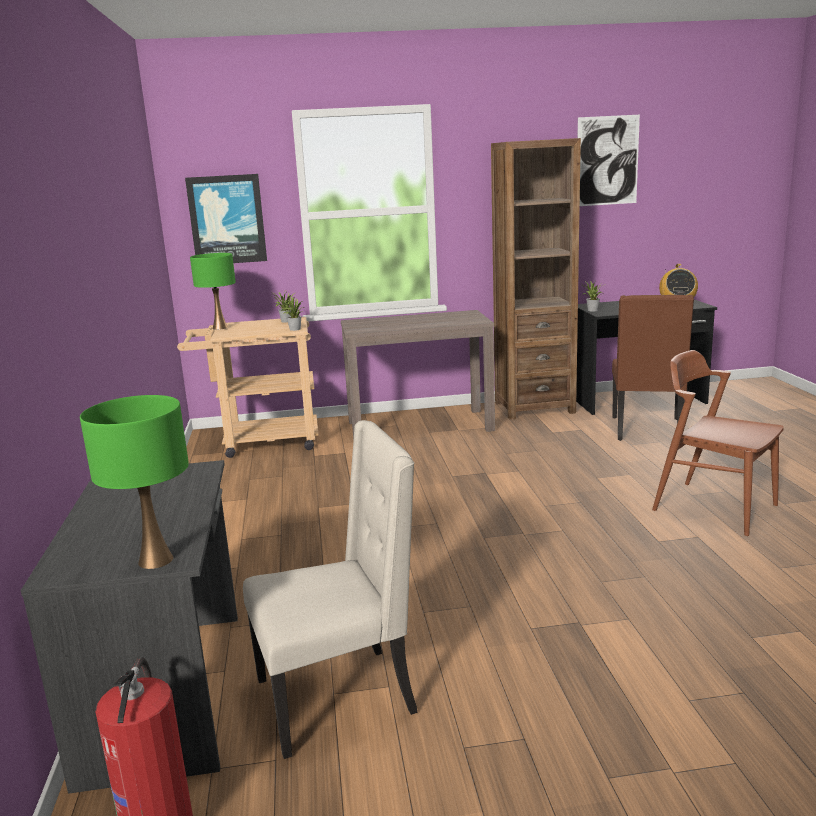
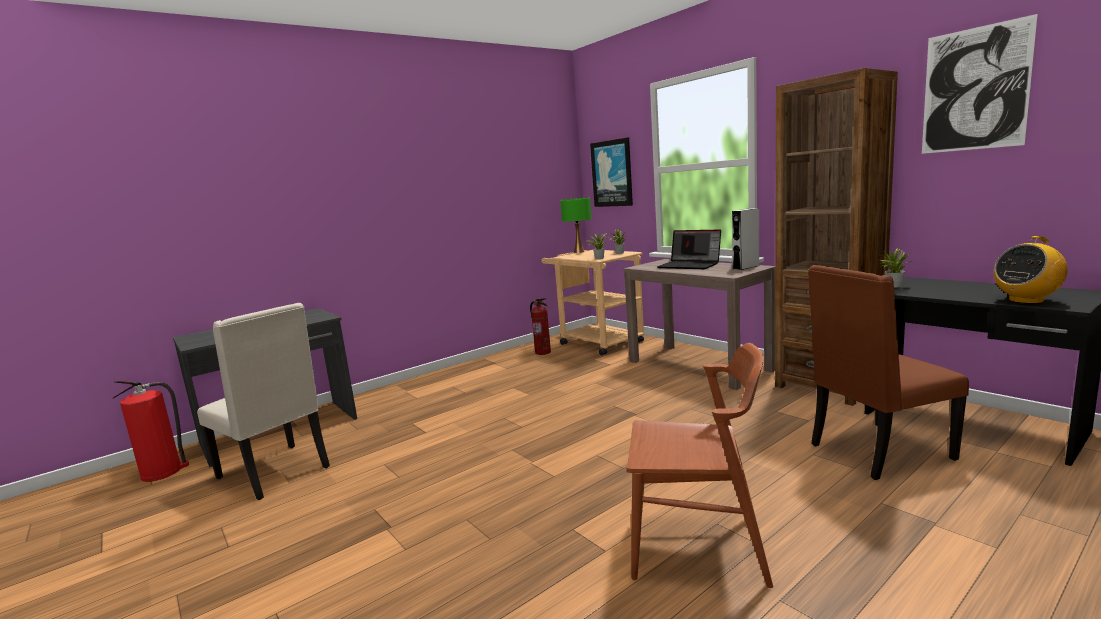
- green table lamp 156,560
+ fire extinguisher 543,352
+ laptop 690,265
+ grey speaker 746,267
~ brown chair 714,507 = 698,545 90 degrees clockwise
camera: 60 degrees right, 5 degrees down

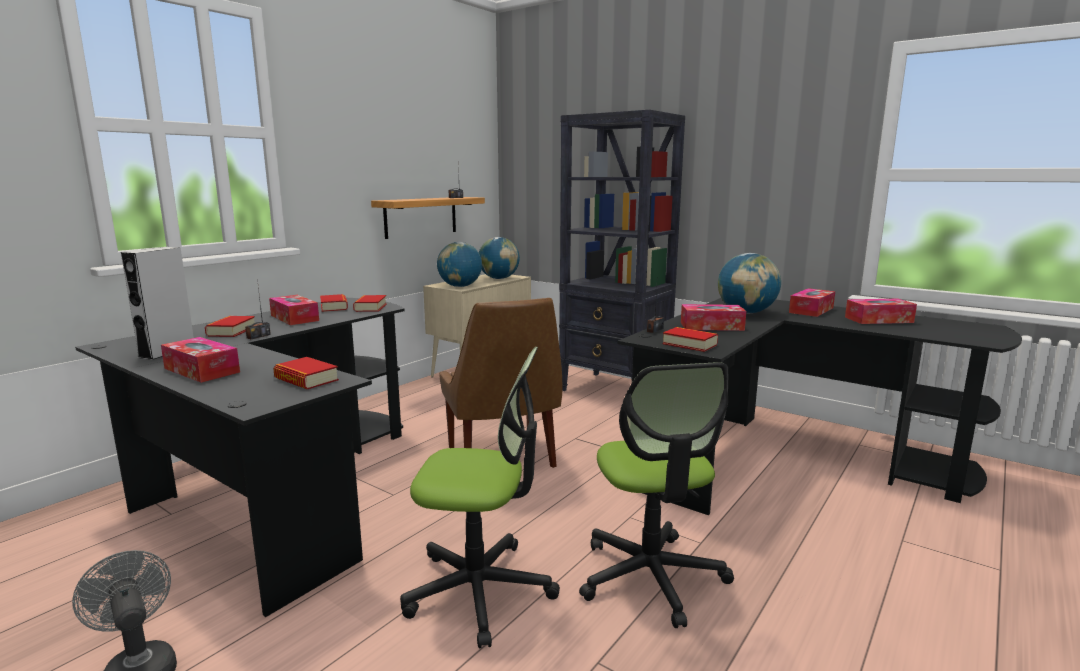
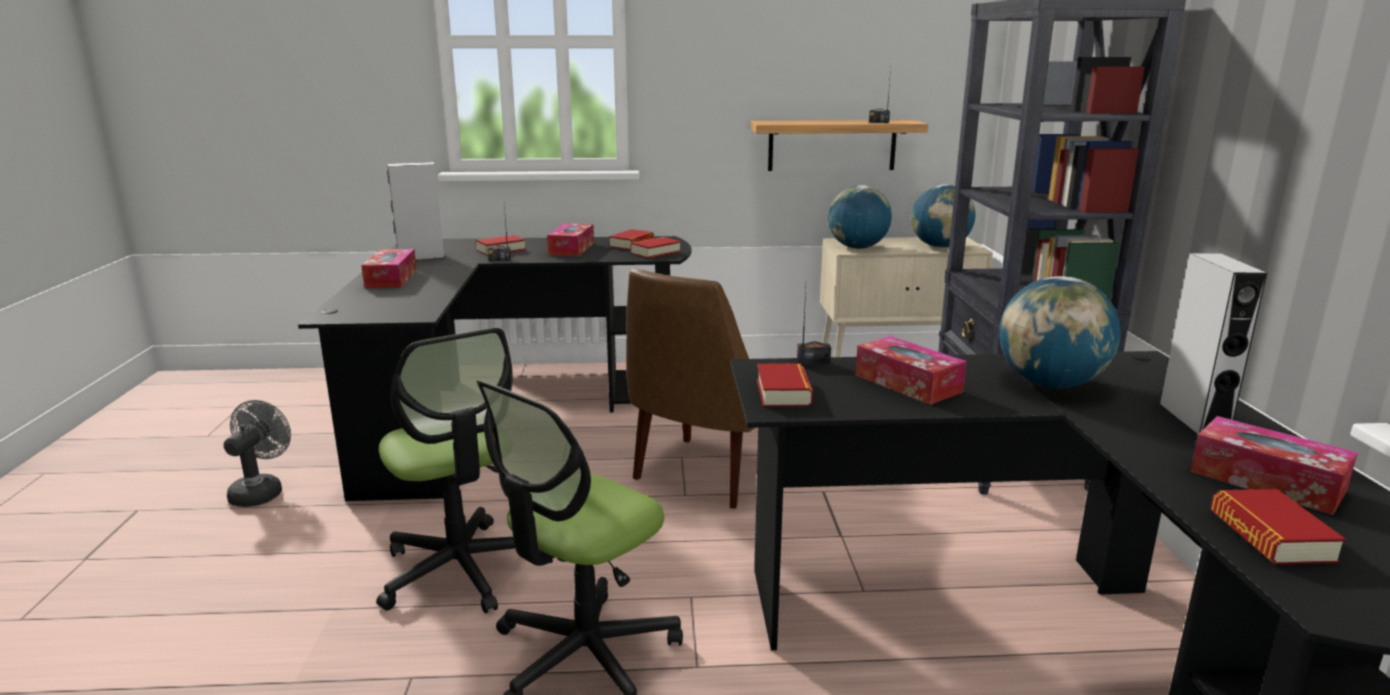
~ book 306,379 to 1270,536
~ tissue box 811,310 to grey speaker 1193,420
camera: 50 degrees right, 5 degrees up

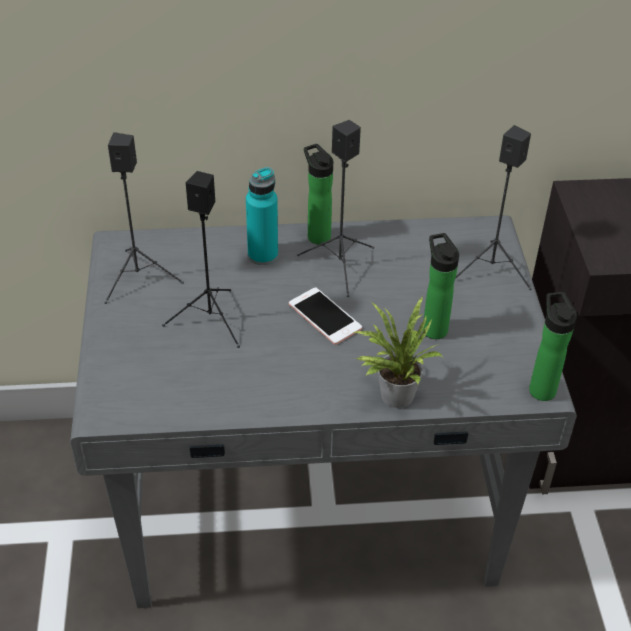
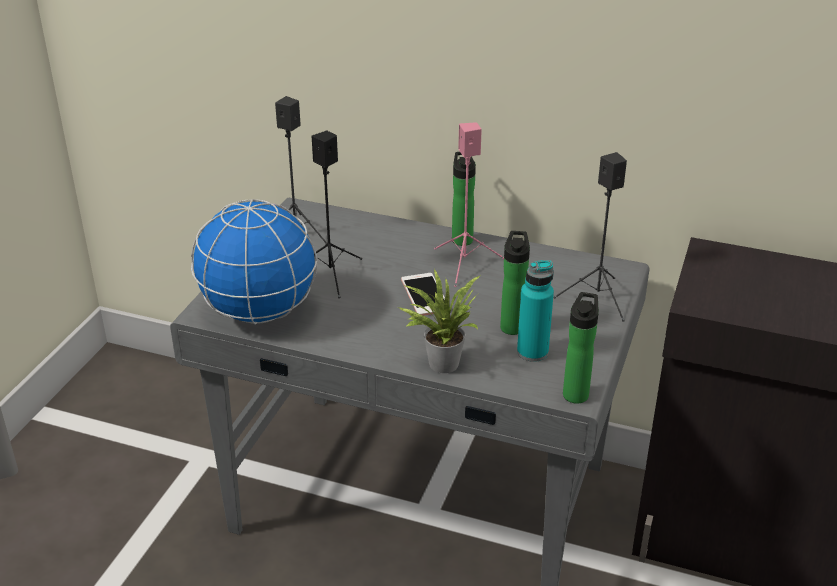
+ globe 260,312
~ turquoise bottle 263,255 to 532,352
~ black speaker 340,266 to pink speaker 464,264
camera: 25 degrees right, 10 degrees down

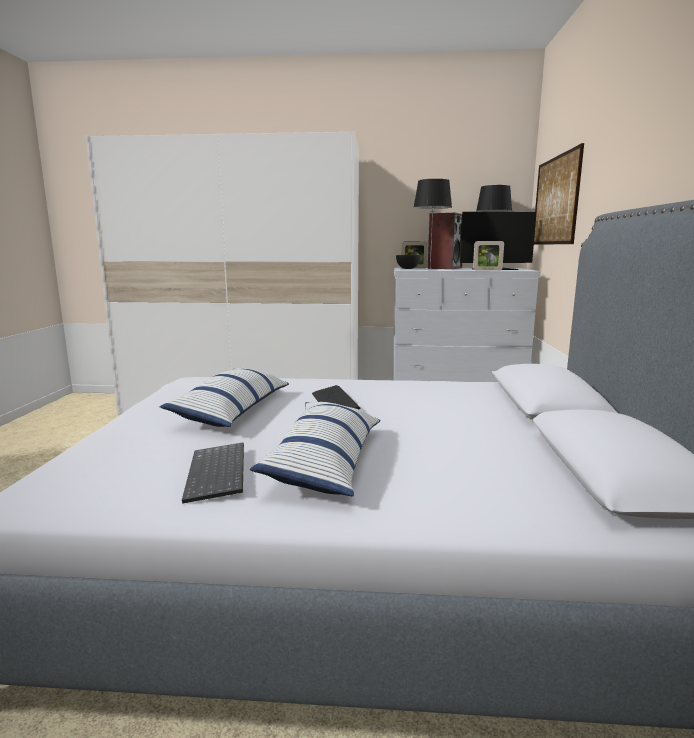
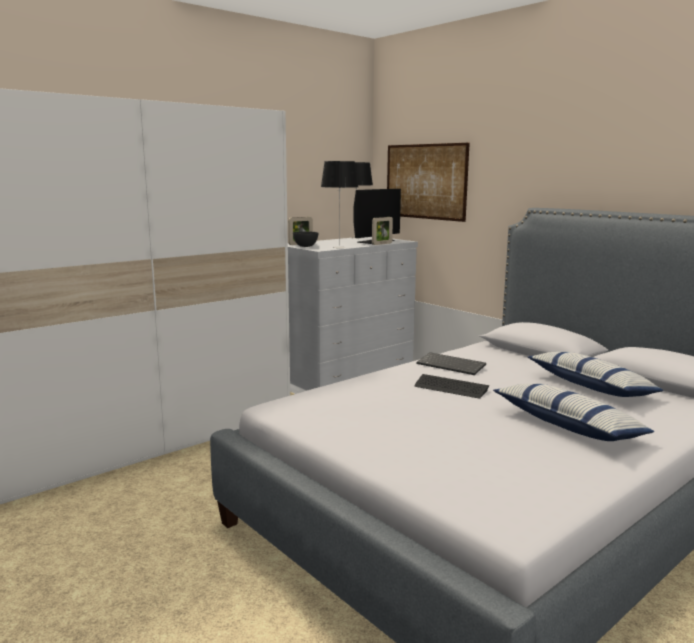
- speaker 444,268
~ pillow 232,410 to 590,386
~ keyboard 219,474 to 452,365
camera: 45 degrees left, 0 degrees up

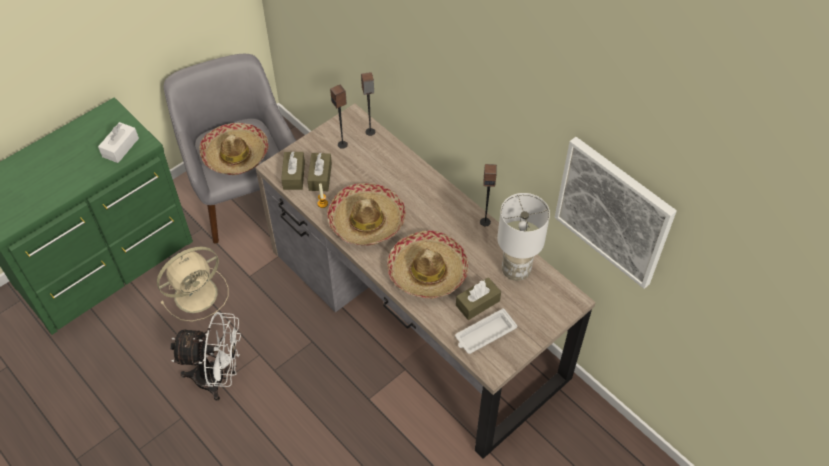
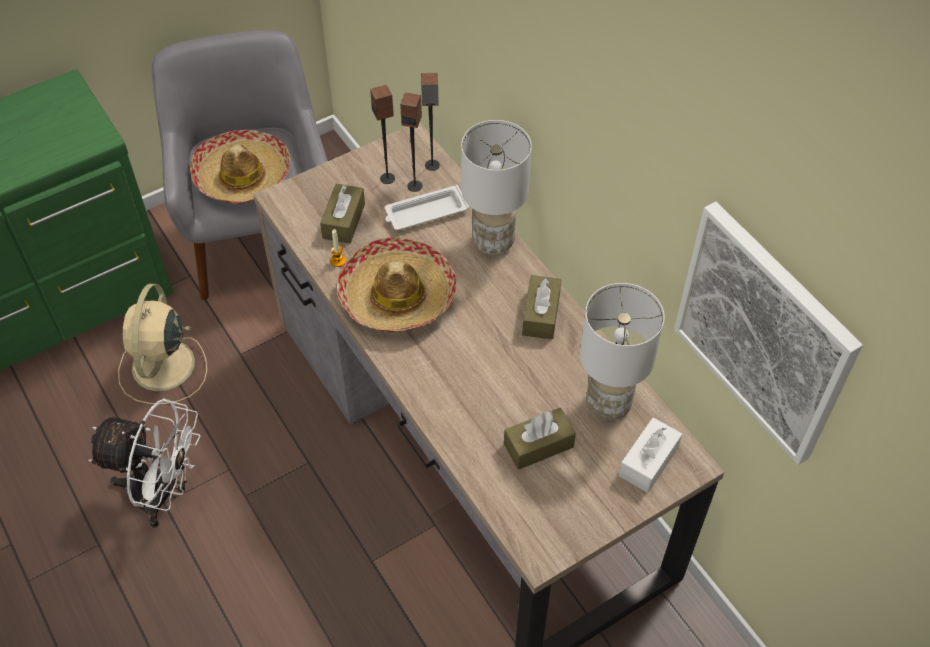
- hat 427,271
+ white table lamp 492,242
~ white tissue box 120,147 to 648,461
~ brown tissue box 294,175 to 541,314
~ white tray 484,334 to 425,213
~ speaker 485,222 to 415,186
~ beige fan 197,293 = 162,368 120 degrees clockwise
camera: 10 degrees right, 0 degrees up

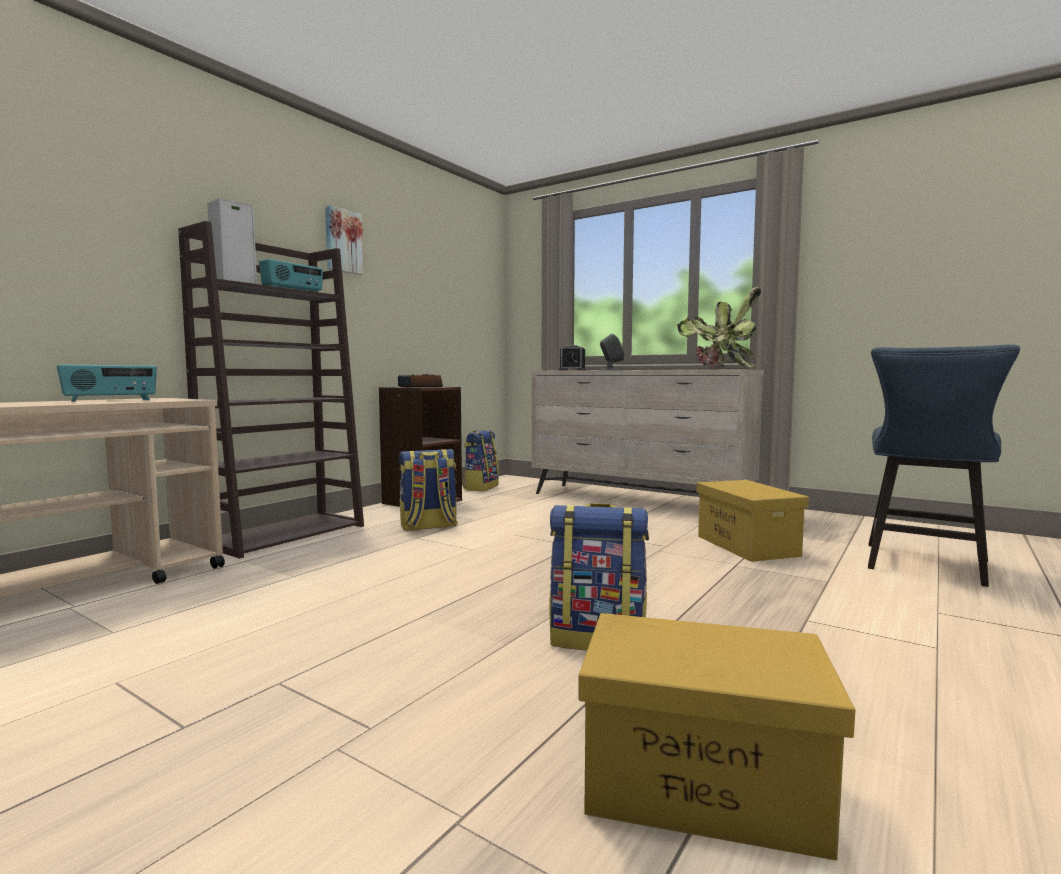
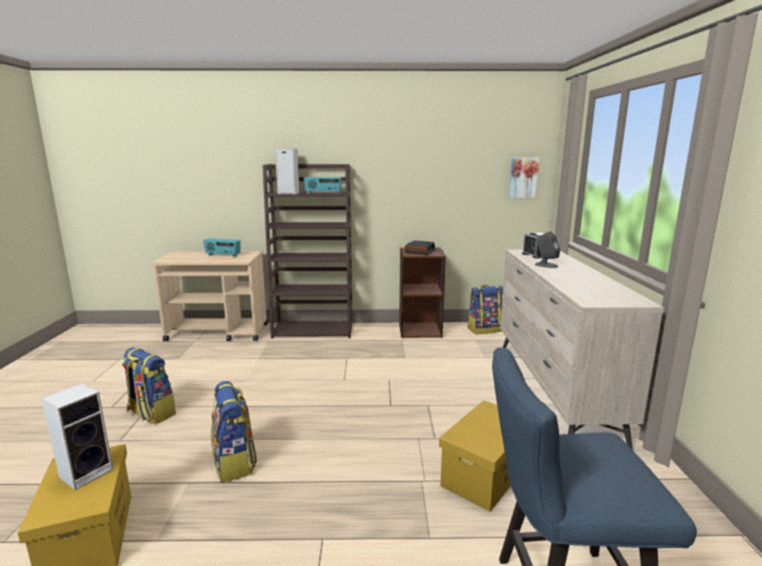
- potted plant 720,369
+ speaker 87,472
~ picture 343,241 to 523,177
~ backpack 428,526 to 150,413
camera: 55 degrees right, 10 degrees up

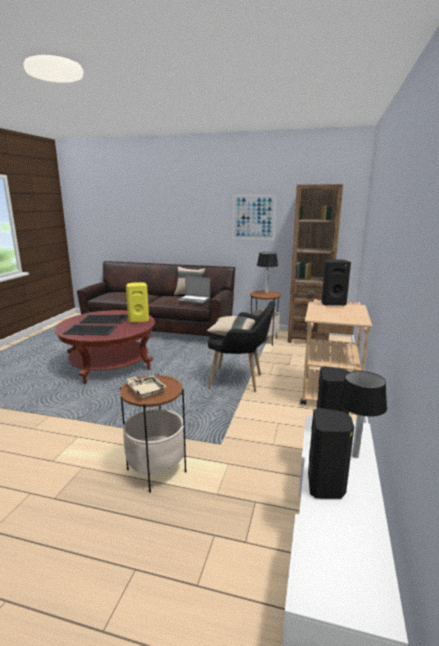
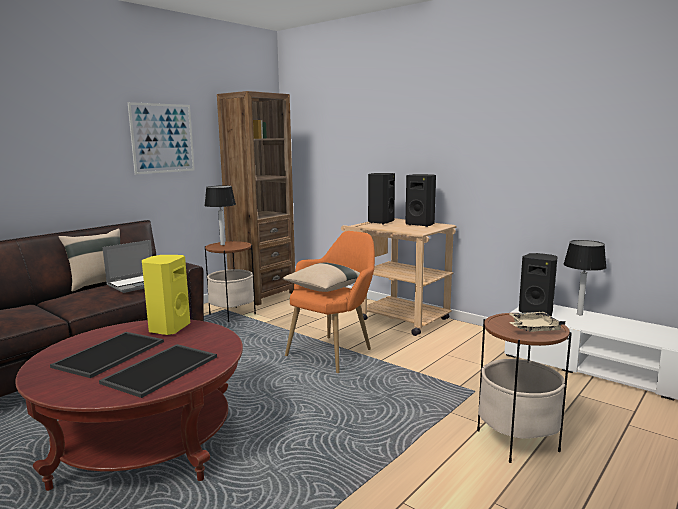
~ black speaker 326,486 to 421,224
~ black armchair 240,381 to orange armchair 334,351
camera: 65 degrees left, 5 degrees down

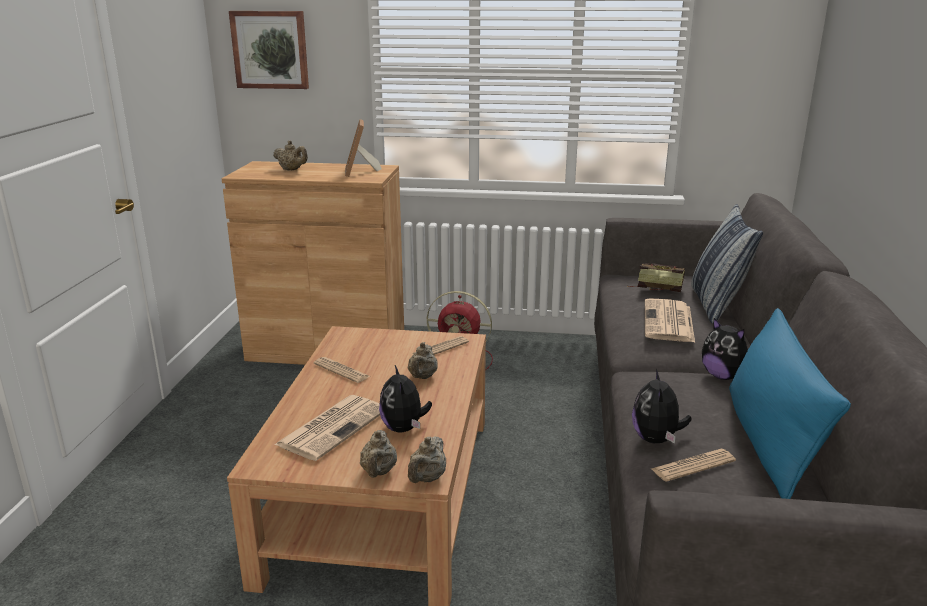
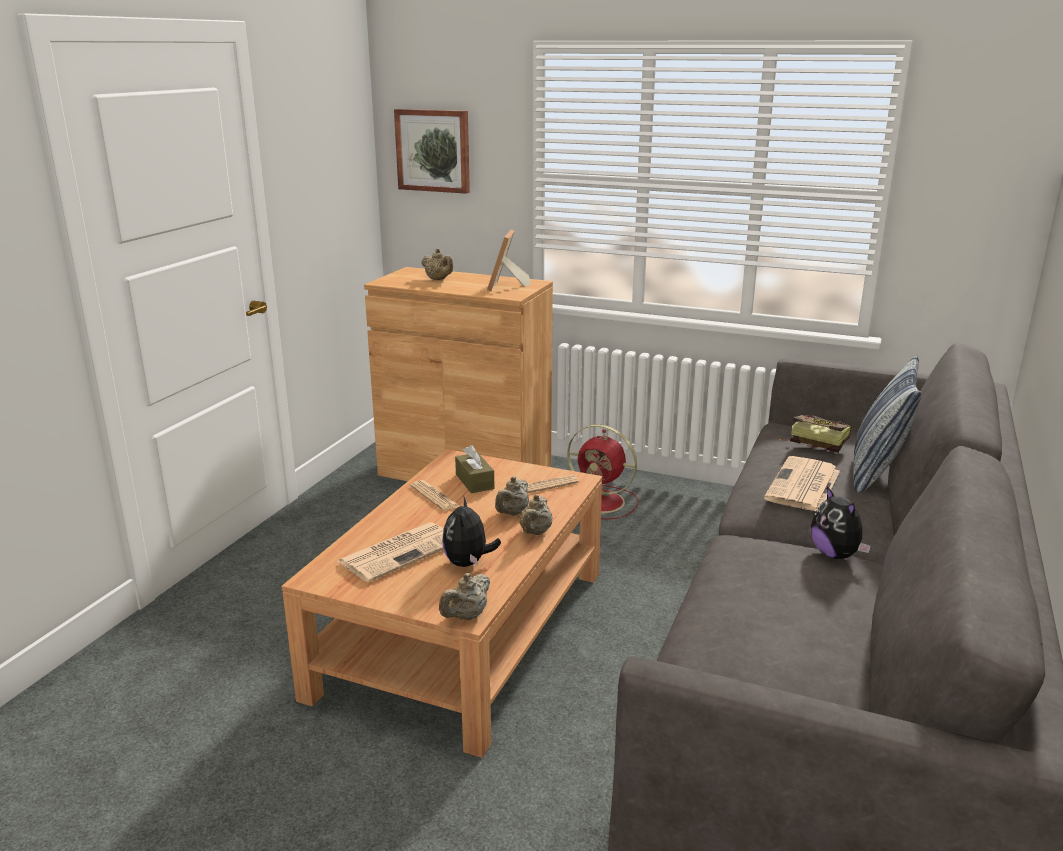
- plush toy 656,439
- newspaper 693,465
- blue pillow 769,440
+ brown tissue box 474,481
~ beige teapot 378,472 to 535,532
camera: 15 degrees right, 0 degrees up

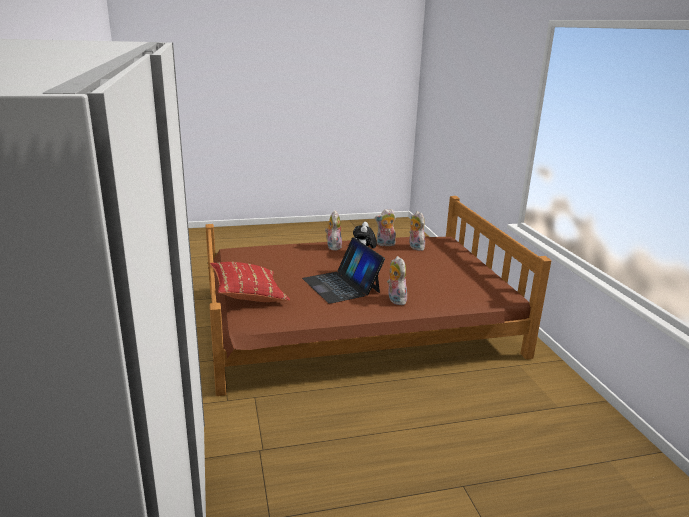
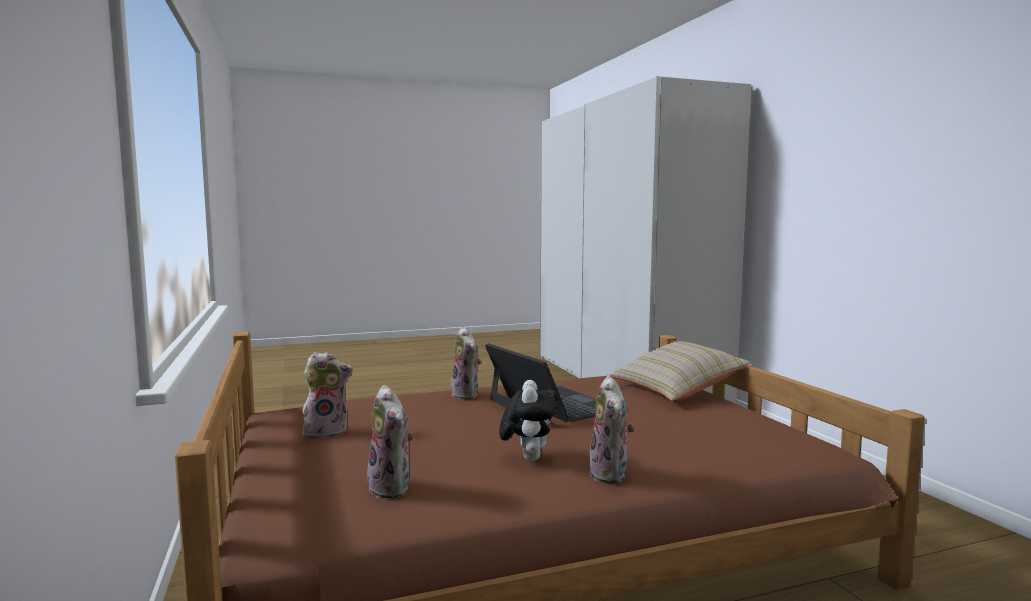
~ plush toy 385,244 to 327,431
~ red pillow 248,295 to beige pillow 677,390
camera: 175 degrees right, 15 degrees down

